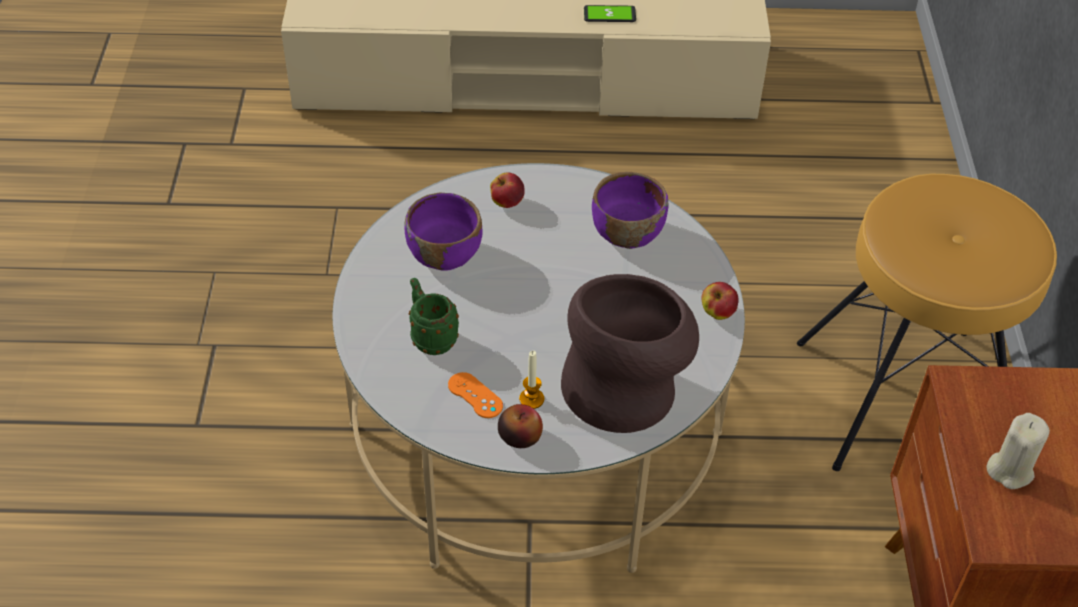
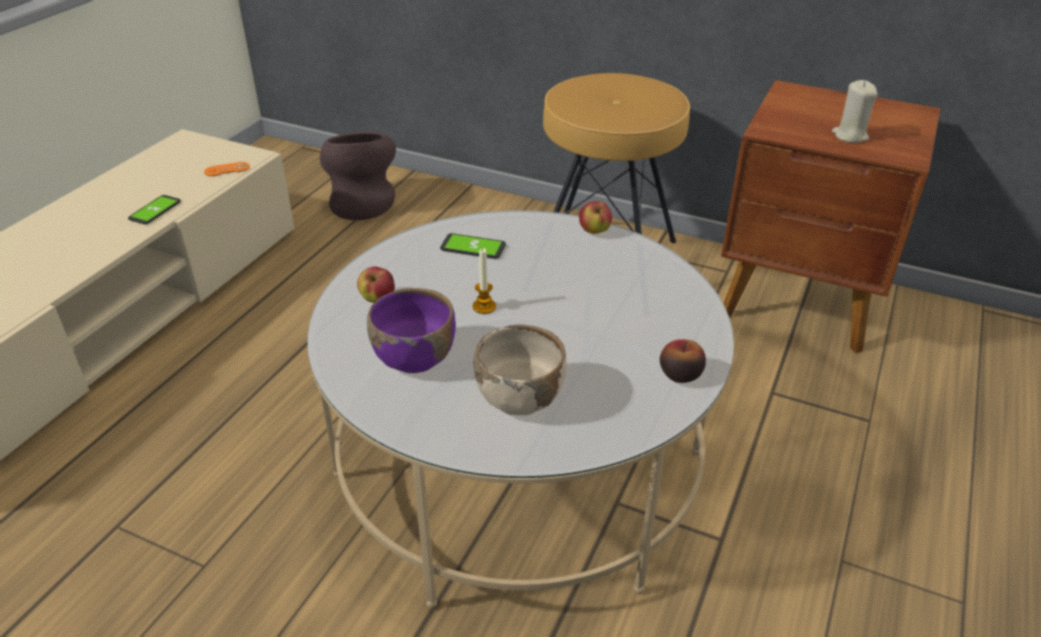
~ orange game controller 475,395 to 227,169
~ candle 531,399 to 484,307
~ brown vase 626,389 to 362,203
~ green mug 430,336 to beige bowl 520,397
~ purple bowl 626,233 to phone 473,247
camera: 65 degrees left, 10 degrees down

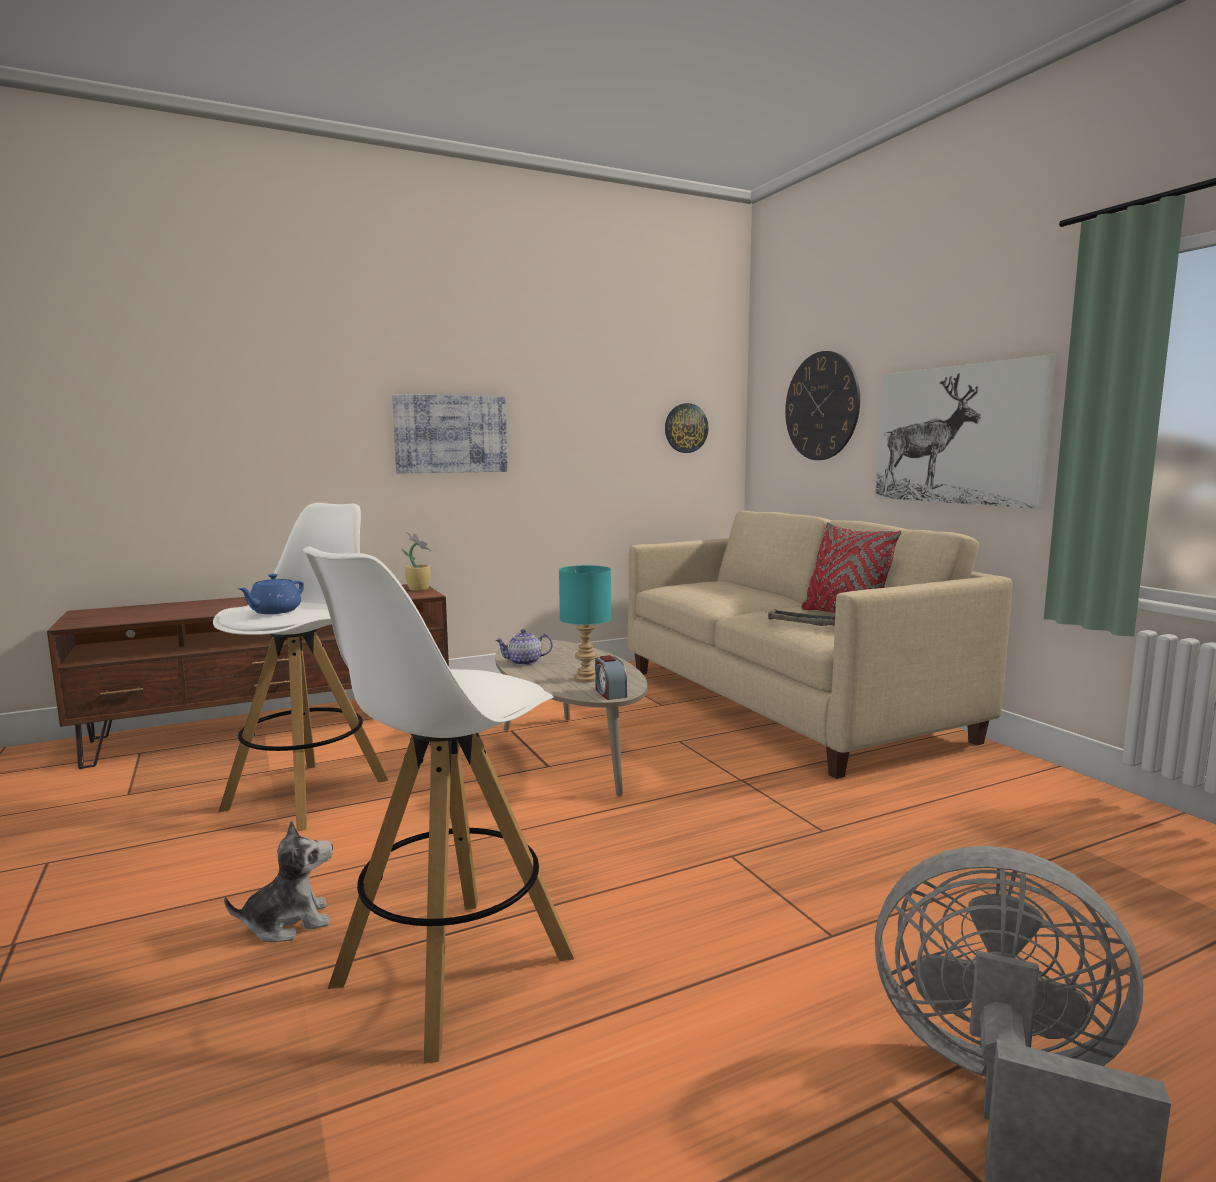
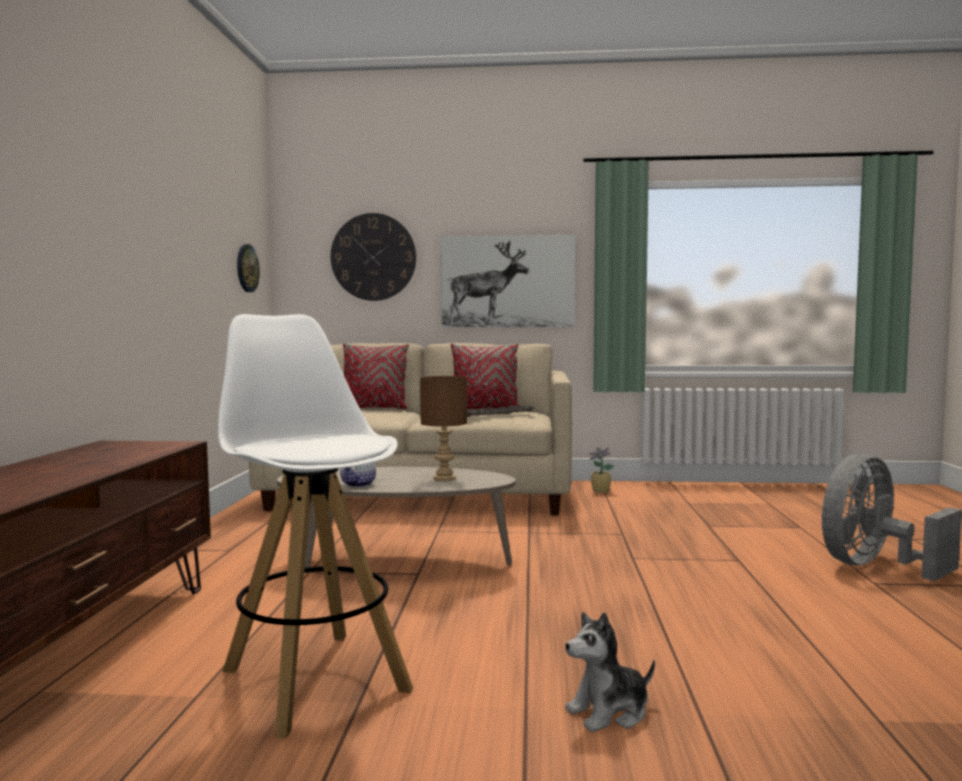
- blue teapot 274,611
- white stool 451,972
- picture 451,434
- alarm clock 610,693
+ red pillow 373,409
~ potted plant 418,589 to 600,491
~ turquoise table lamp 586,678 to brown table lamp 443,478
~ plush toy 288,923 = 609,712 120 degrees counterclockwise
camera: 60 degrees left, 5 degrees down

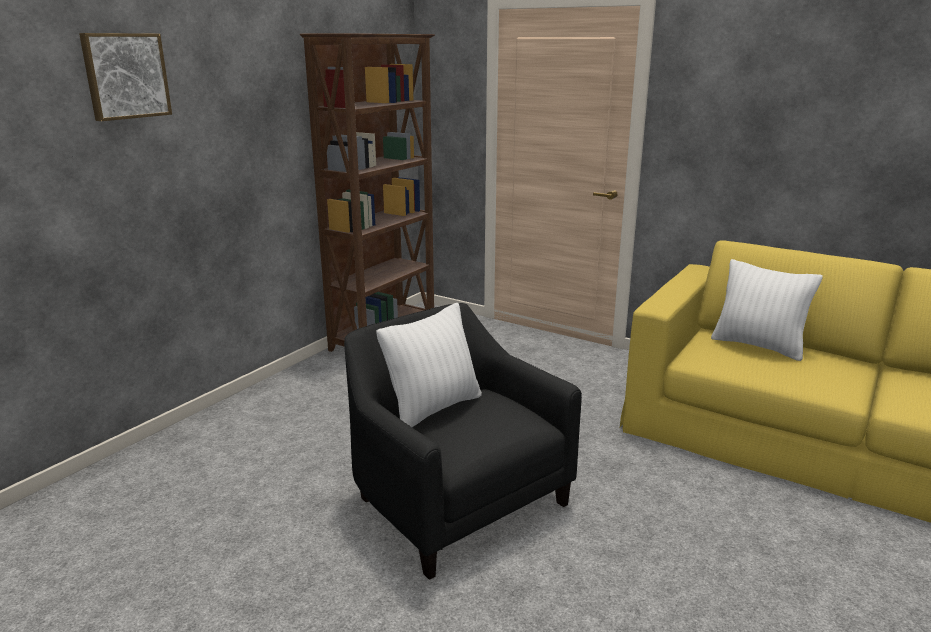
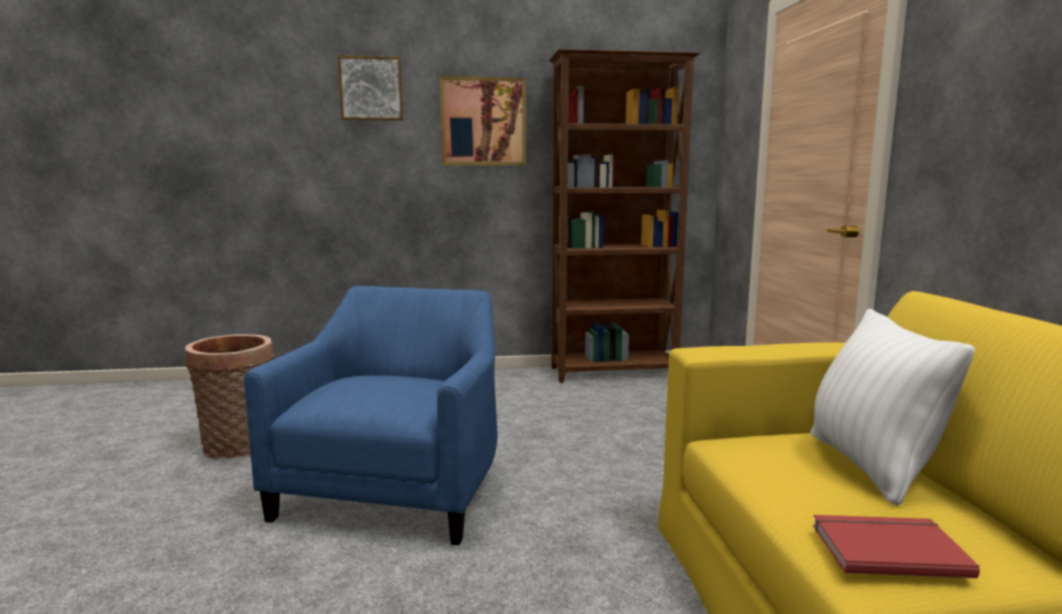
- white pillow 433,408
+ basket 239,448
+ picture 483,122
+ red book 886,548
~ black armchair 454,500 to blue armchair 396,489
camera: 50 degrees right, 10 degrees down

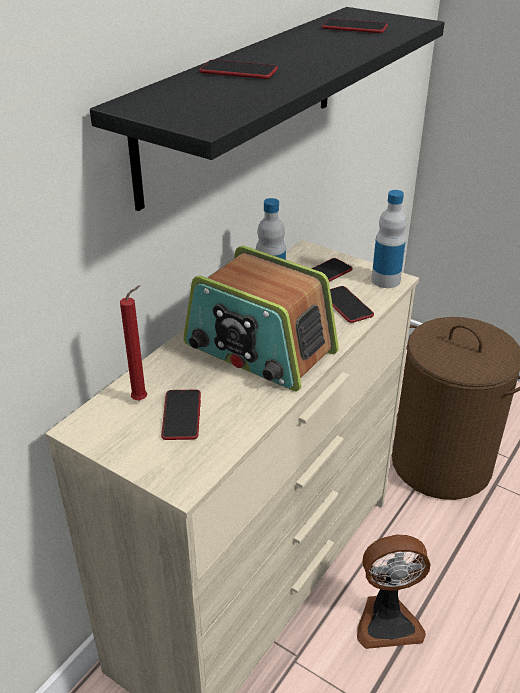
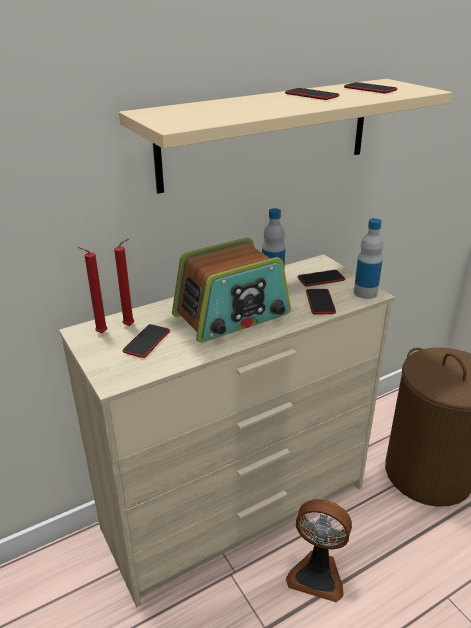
+ red candle 100,333
~ phone 238,71 to 311,95
~ black shelf 242,101 to beige shelf 267,133
~ radio 259,349 = 232,315 90 degrees counterclockwise
camera: 25 degrees right, 5 degrees down

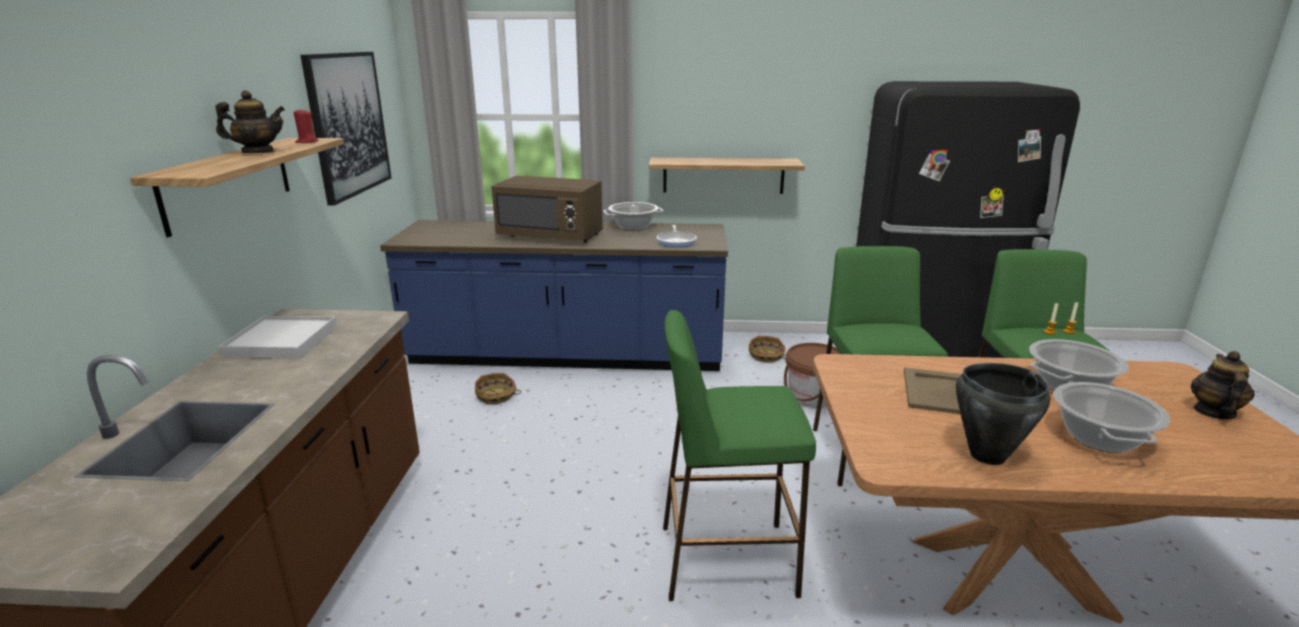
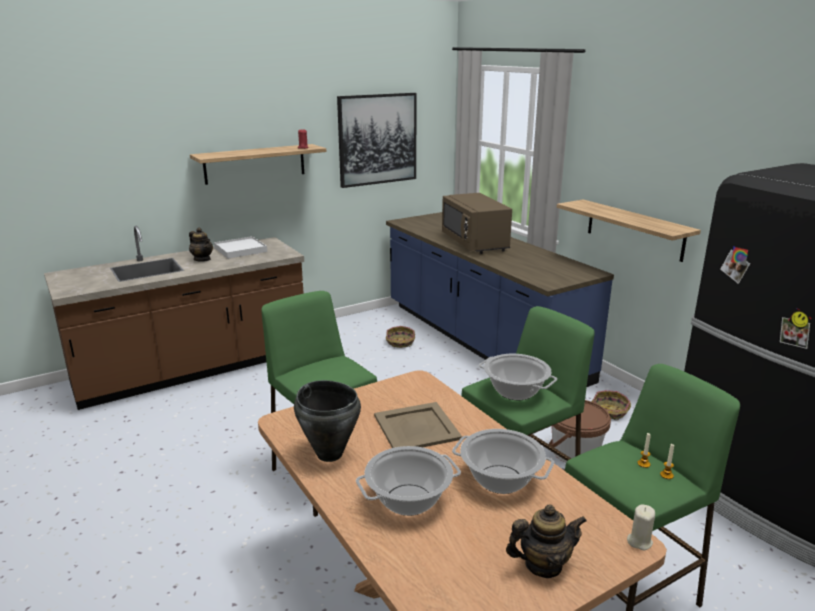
- frying pan 676,241
+ beige candle 639,541
~ teapot 258,152 to 202,259
~ cooking pot 633,227 to 516,391
camera: 55 degrees right, 0 degrees up

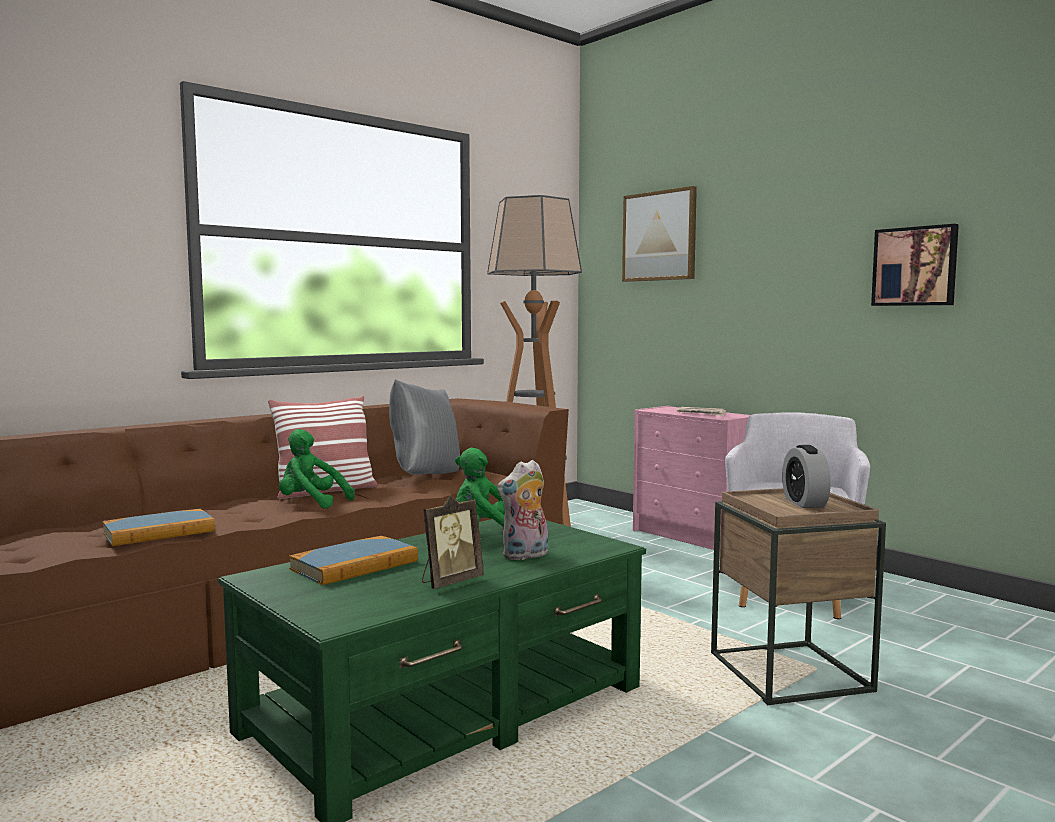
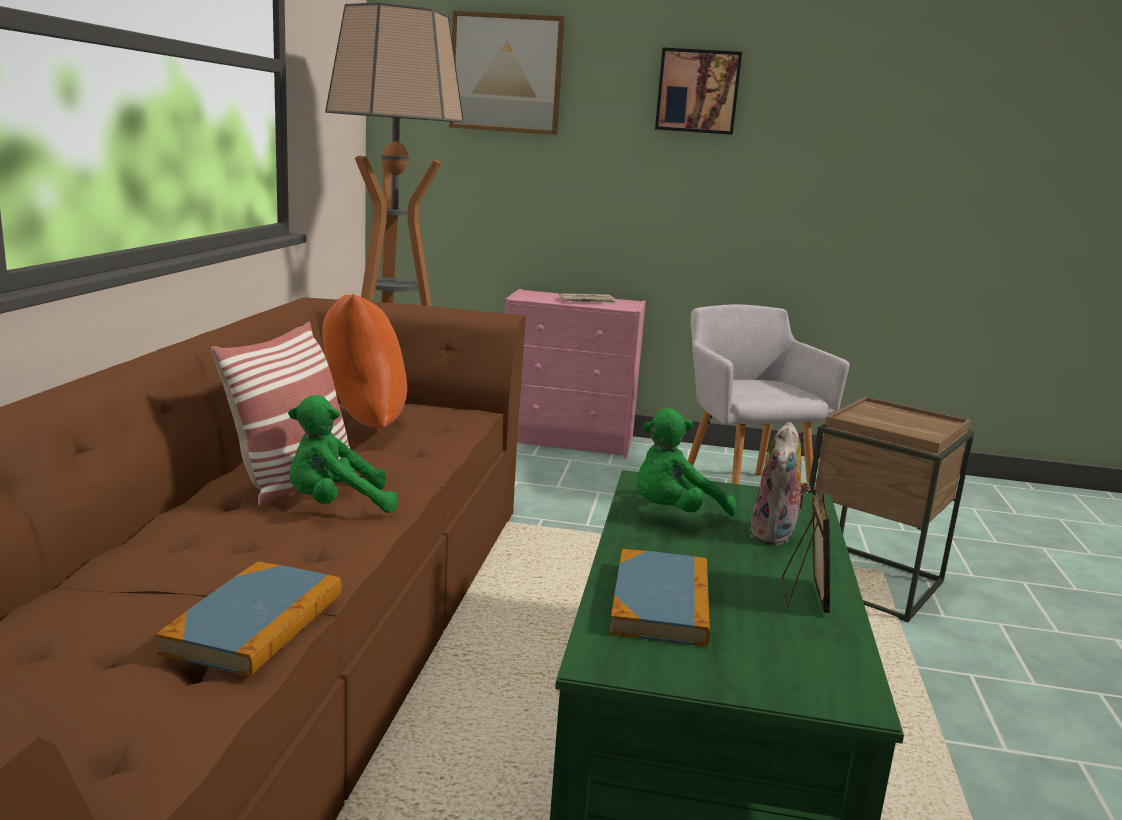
- alarm clock 804,503
~ picture 915,266 to 698,91
~ grey pillow 424,476 to orange pillow 361,424
camera: 40 degrees left, 10 degrees up

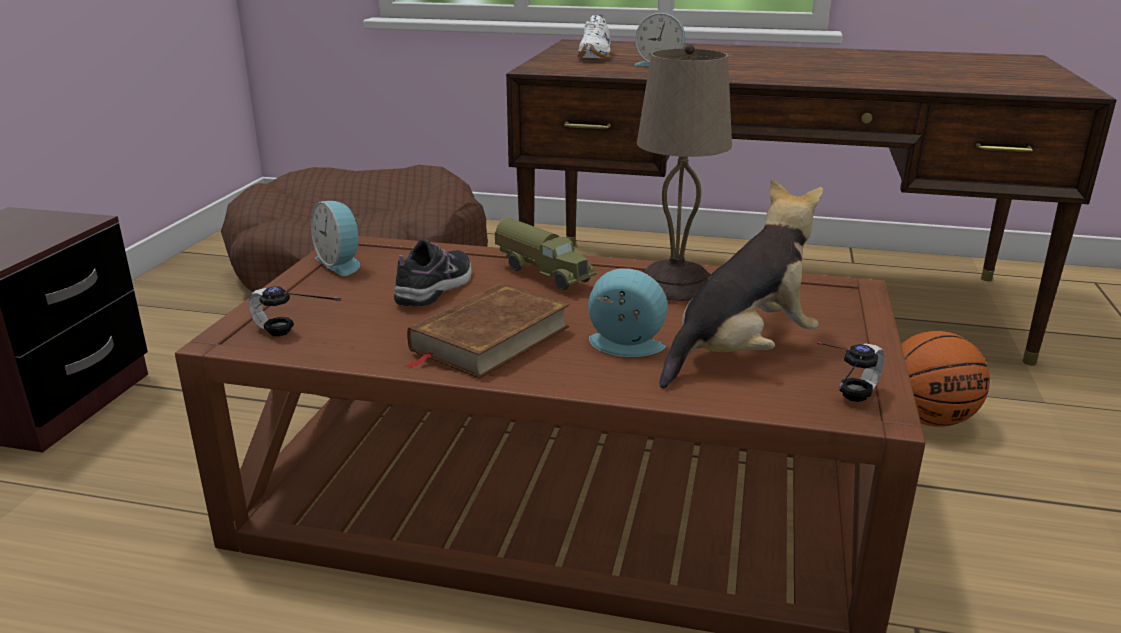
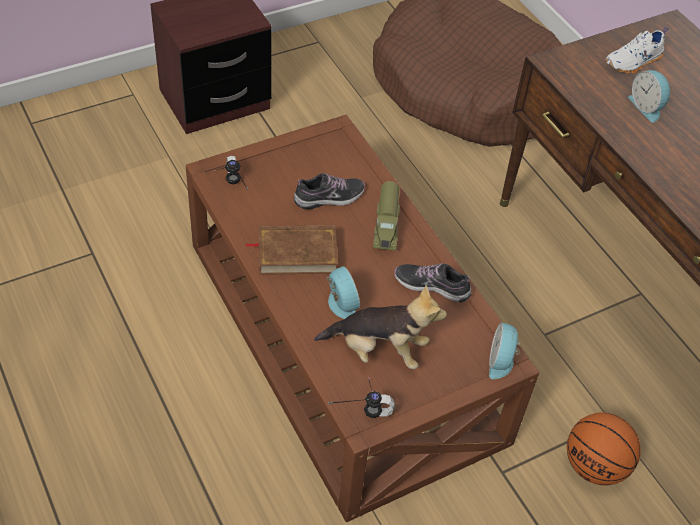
~ alarm clock 341,263 to 501,361
~ beige table lamp 677,284 to shoe 432,286
camera: 45 degrees right, 25 degrees up

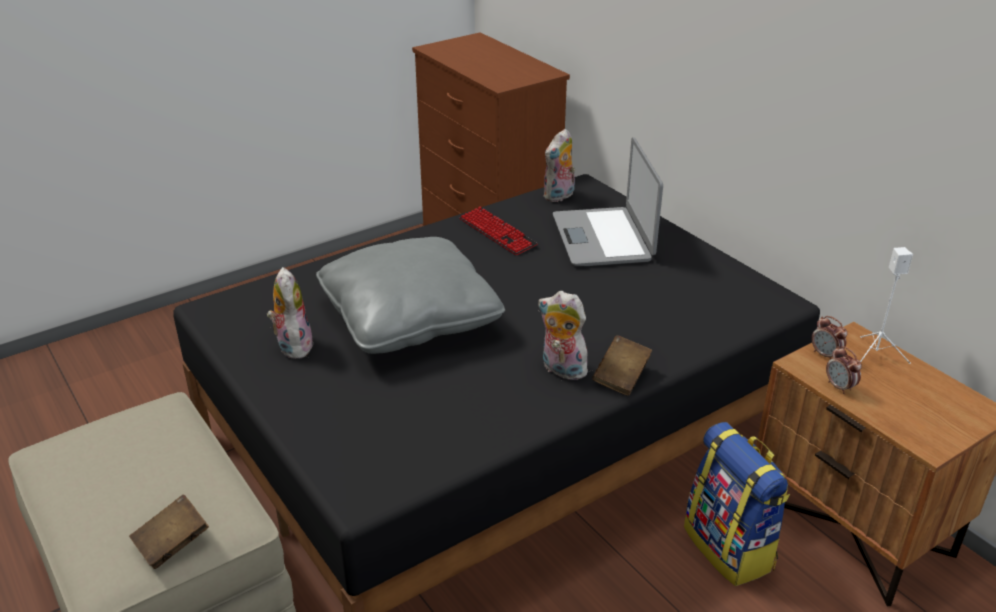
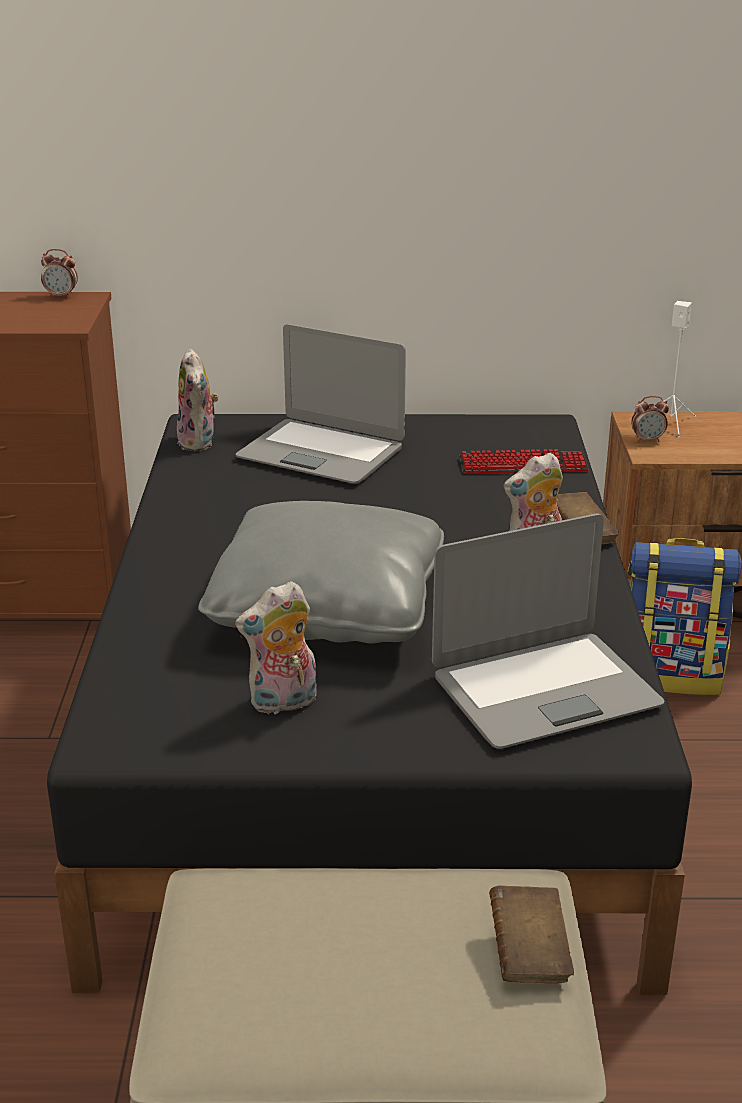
+ laptop 544,690
~ keyboard 497,233 to 523,465
~ alarm clock 839,387 to 61,296
~ plush toy 292,345 = 283,703 45 degrees counterclockwise
camera: 55 degrees left, 5 degrees down

